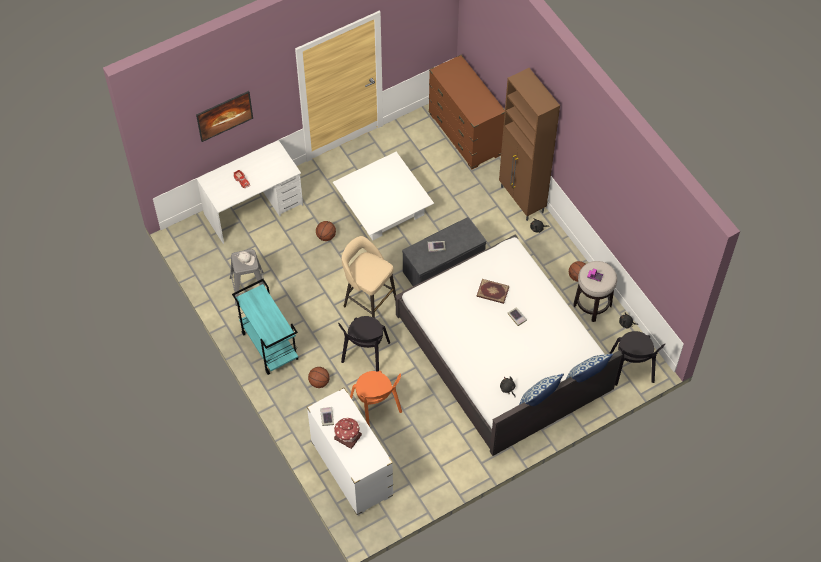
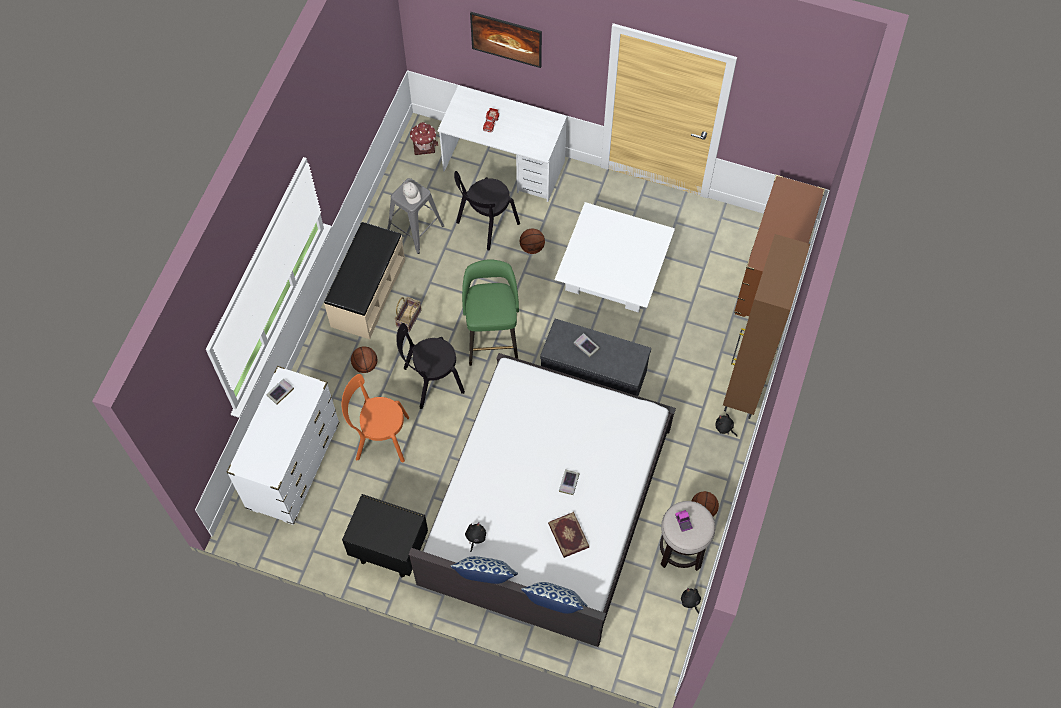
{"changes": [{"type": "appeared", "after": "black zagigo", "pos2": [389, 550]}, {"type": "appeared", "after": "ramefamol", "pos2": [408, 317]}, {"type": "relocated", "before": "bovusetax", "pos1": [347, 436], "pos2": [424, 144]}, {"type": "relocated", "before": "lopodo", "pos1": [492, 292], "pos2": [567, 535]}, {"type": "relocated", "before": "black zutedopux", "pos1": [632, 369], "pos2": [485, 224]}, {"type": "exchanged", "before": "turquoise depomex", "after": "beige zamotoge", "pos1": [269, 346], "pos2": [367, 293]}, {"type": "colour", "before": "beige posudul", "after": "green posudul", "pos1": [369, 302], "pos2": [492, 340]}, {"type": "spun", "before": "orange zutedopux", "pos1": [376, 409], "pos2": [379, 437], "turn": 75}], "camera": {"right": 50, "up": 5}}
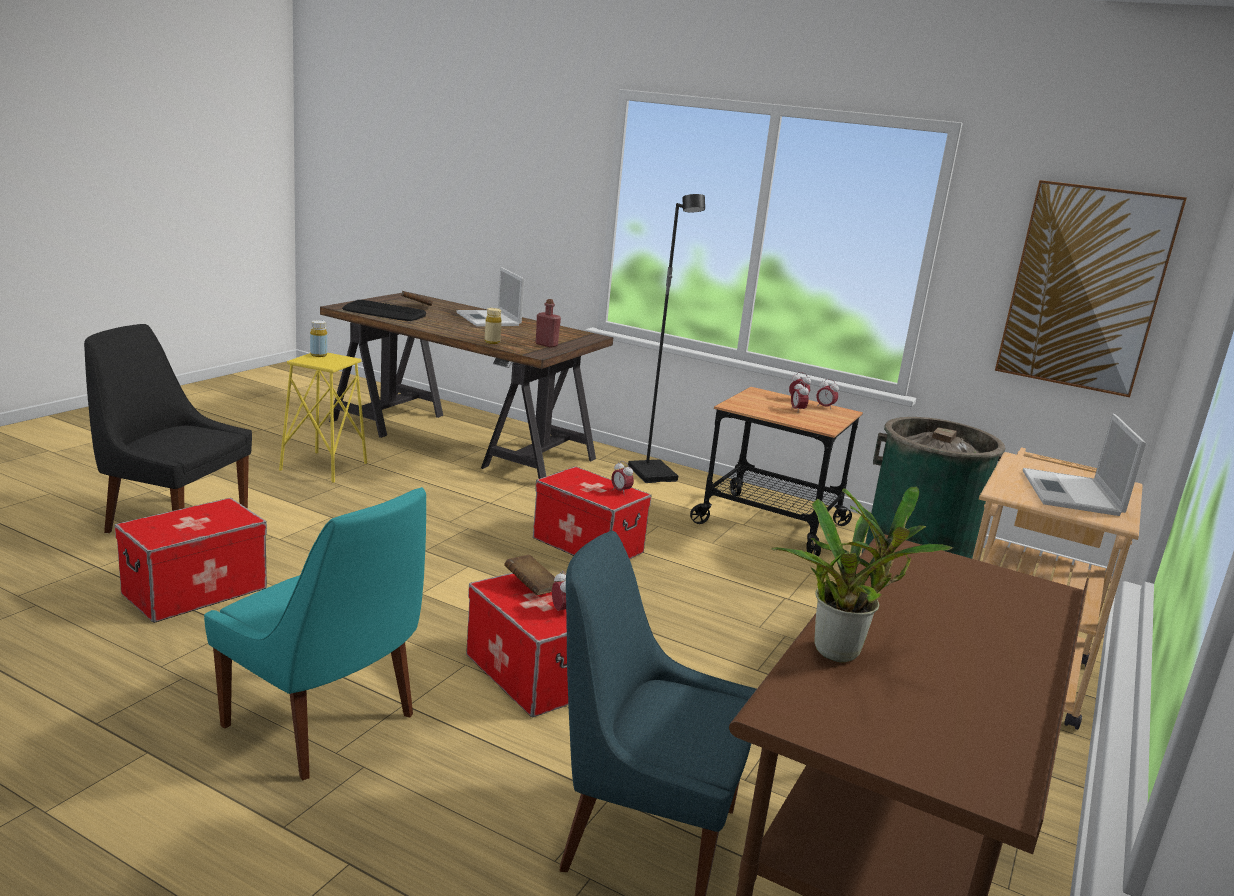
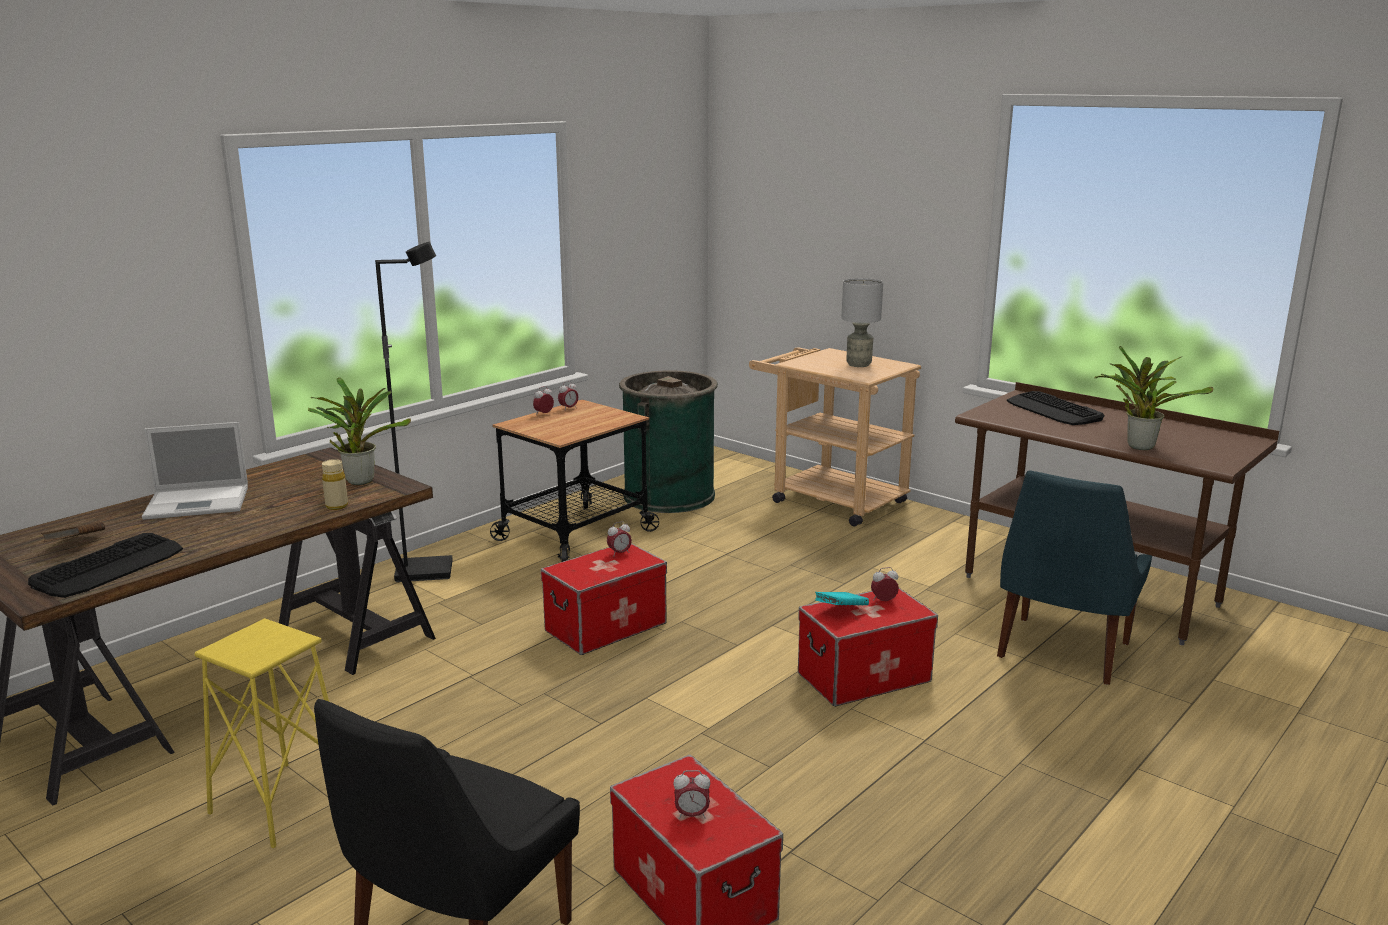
{"changes": [{"type": "missing", "before": "turquoise zutedopux", "pos1": [324, 724]}, {"type": "missing", "before": "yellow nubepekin", "pos1": [318, 355]}, {"type": "missing", "before": "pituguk", "pos1": [1085, 288]}, {"type": "appeared", "after": "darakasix", "pos2": [1053, 410]}, {"type": "relocated", "before": "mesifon", "pos1": [797, 410], "pos2": [691, 815]}, {"type": "exchanged", "before": "red nubepekin", "after": "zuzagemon", "pos1": [546, 345], "pos2": [360, 480]}, {"type": "exchanged", "before": "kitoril", "after": "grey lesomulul", "pos1": [1072, 494], "pos2": [859, 364]}, {"type": "colour", "before": "brown lopodo", "after": "turquoise lopodo", "pos1": [531, 587], "pos2": [841, 610]}], "camera": {"right": -75, "up": 0}}
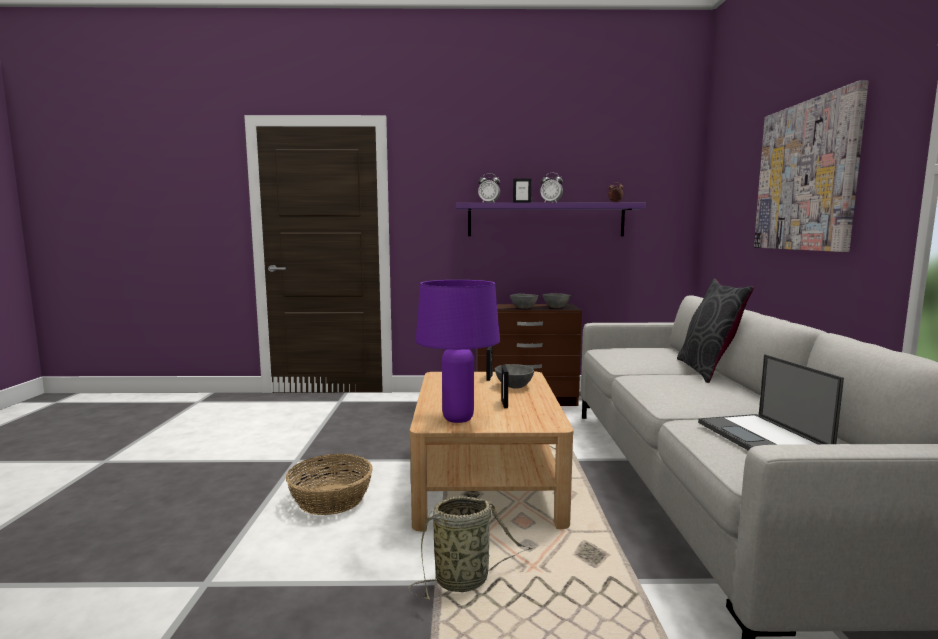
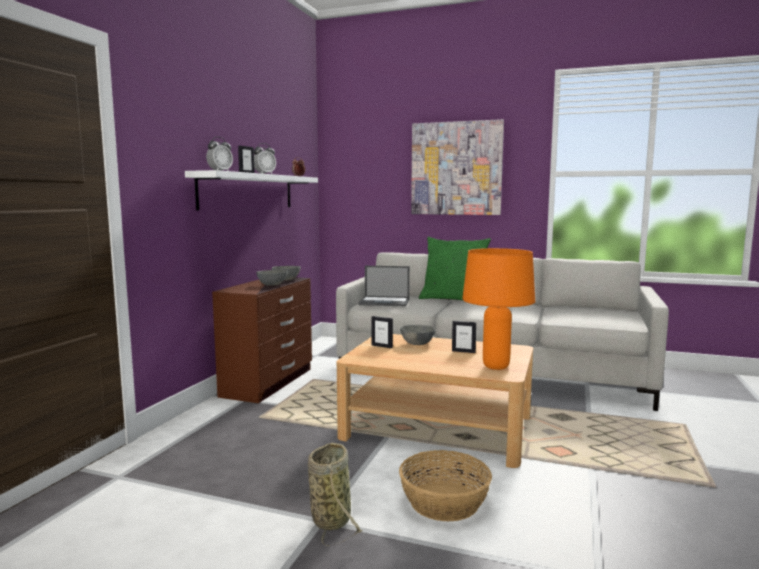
{"changes": [{"type": "relocated", "before": "ramefamol", "pos1": [465, 580], "pos2": [331, 518]}, {"type": "relocated", "before": "kitoril", "pos1": [763, 437], "pos2": [385, 302]}, {"type": "colour", "before": "purple lesomulul", "after": "orange lesomulul", "pos1": [457, 419], "pos2": [496, 367]}, {"type": "colour", "before": "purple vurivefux", "after": "white vurivefux", "pos1": [546, 220], "pos2": [248, 191]}, {"type": "colour", "before": "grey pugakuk", "after": "green pugakuk", "pos1": [707, 370], "pos2": [453, 299]}], "camera": {"right": -70, "up": 0}}
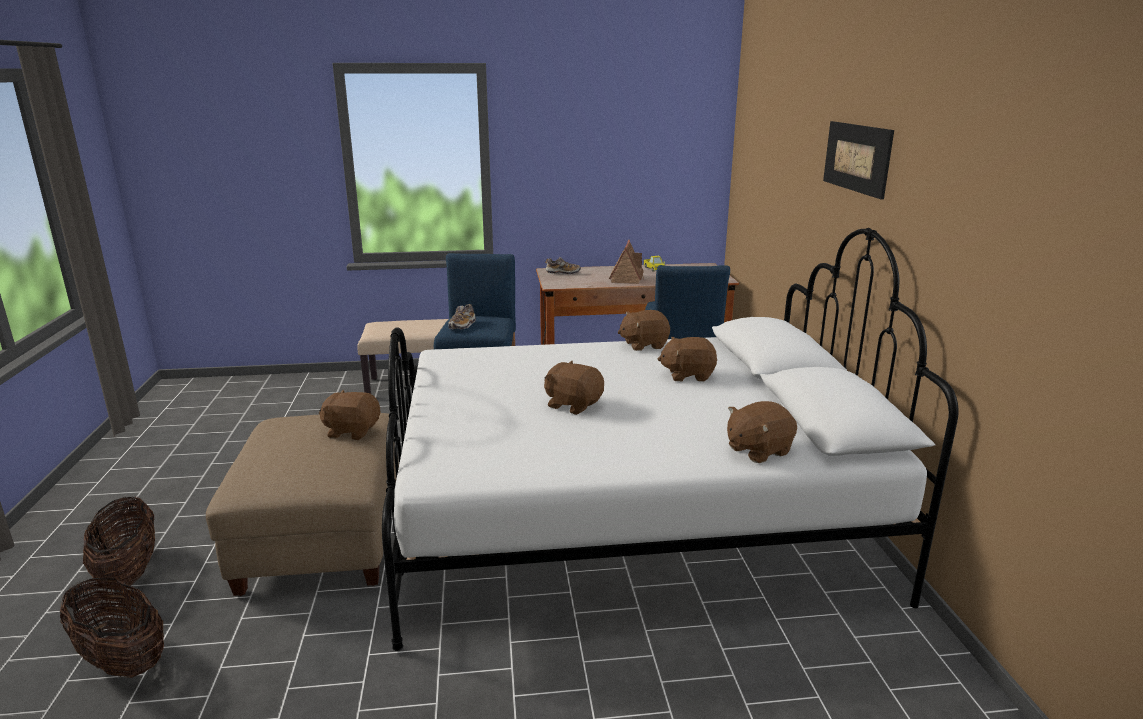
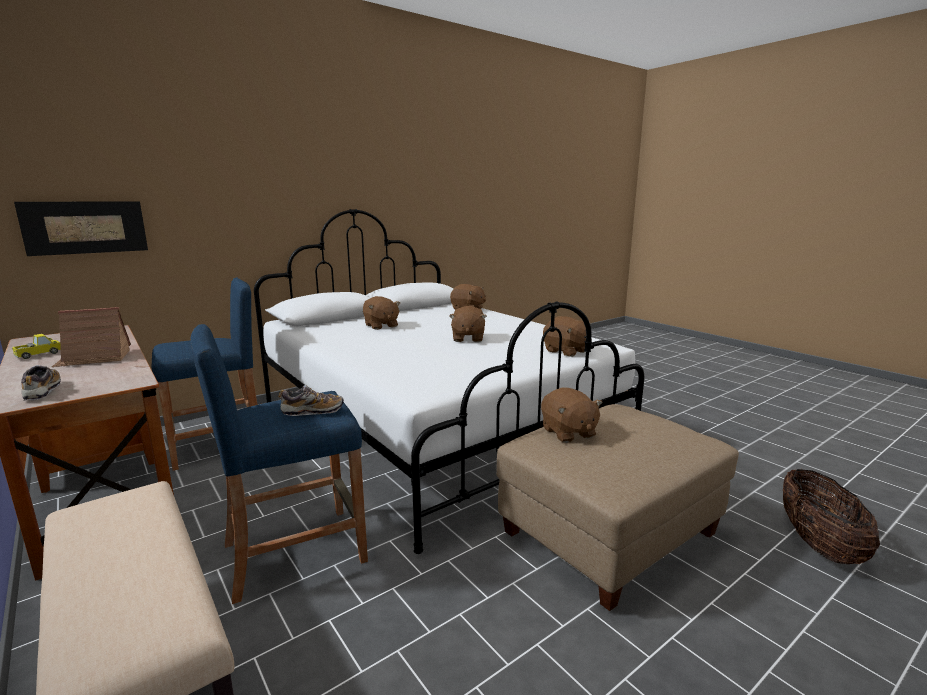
{"changes": [{"type": "missing", "before": "ramefamol", "pos1": [129, 571]}, {"type": "relocated", "before": "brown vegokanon", "pos1": [644, 345], "pos2": [566, 351]}, {"type": "relocated", "before": "pituguk", "pos1": [856, 157], "pos2": [85, 227]}], "camera": {"right": -120, "up": -5}}
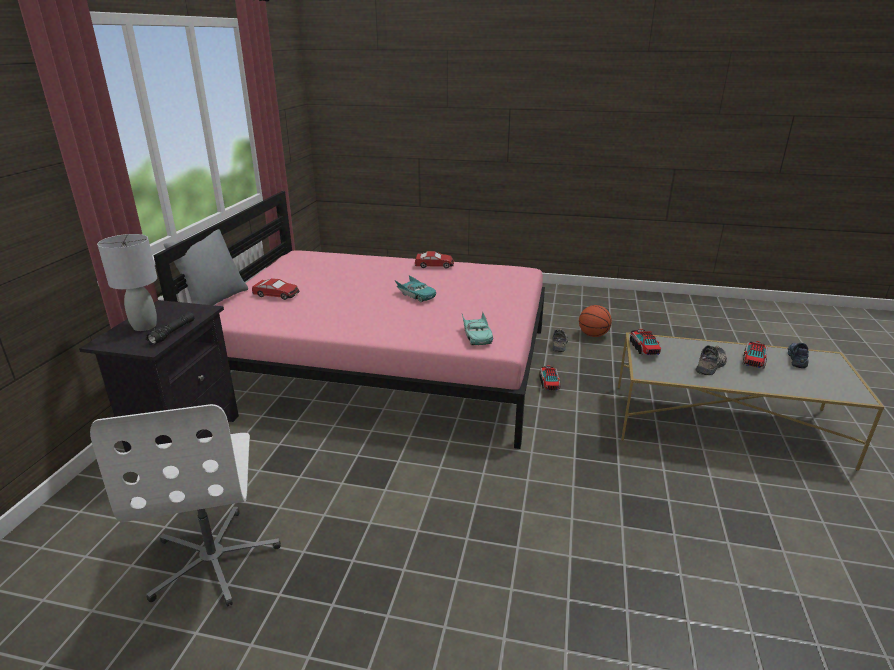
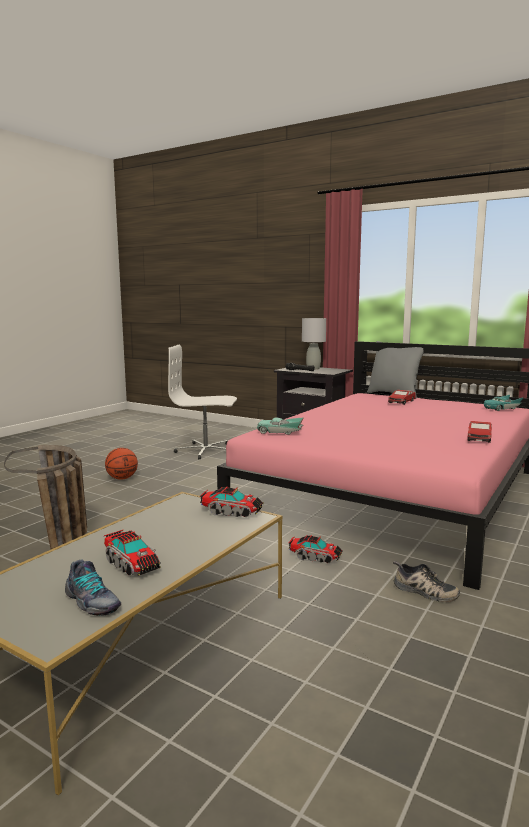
{"changes": [{"type": "missing", "before": "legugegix", "pos1": [711, 365]}, {"type": "appeared", "after": "ramefamol", "pos2": [61, 544]}, {"type": "relocated", "before": "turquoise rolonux", "pos1": [416, 295], "pos2": [502, 408]}, {"type": "relocated", "before": "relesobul", "pos1": [593, 335], "pos2": [122, 478]}], "camera": {"right": 110, "up": -15}}
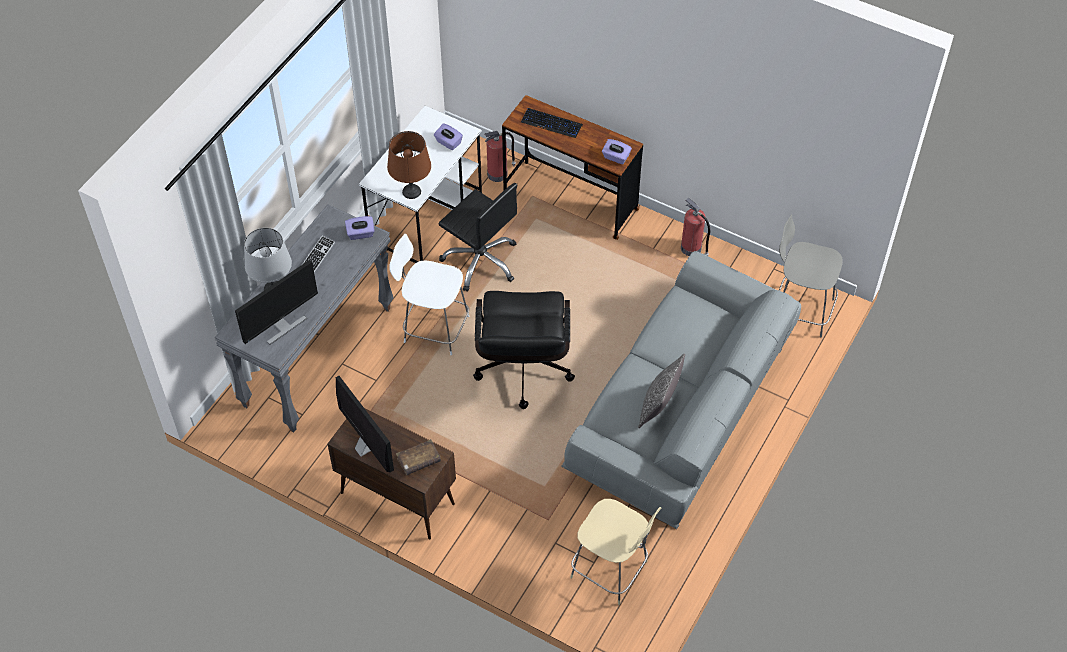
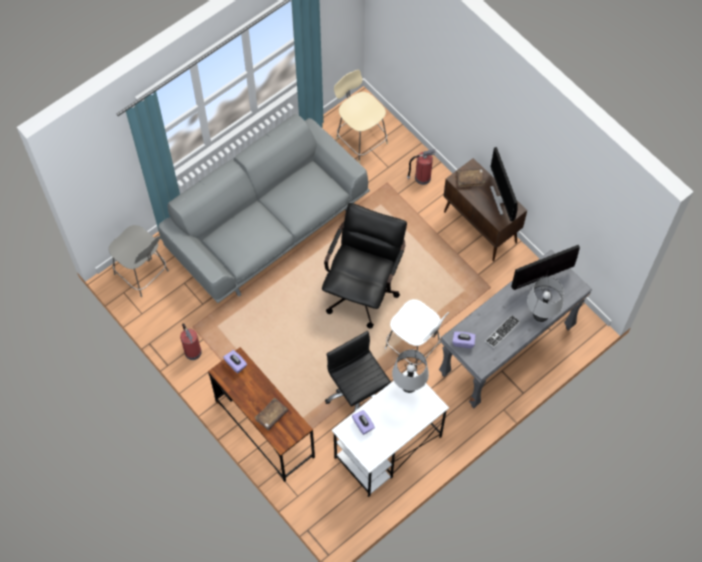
{"changes": [{"type": "missing", "before": "pugakuk", "pos1": [658, 406]}, {"type": "relocated", "before": "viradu", "pos1": [498, 174], "pos2": [421, 178]}, {"type": "exchanged", "before": "darakasix", "after": "brown lopodo", "pos1": [551, 124], "pos2": [271, 416]}, {"type": "colour", "before": "brown lesomulul", "after": "grey lesomulul", "pos1": [411, 192], "pos2": [409, 385]}], "camera": {"right": -160, "up": 10}}
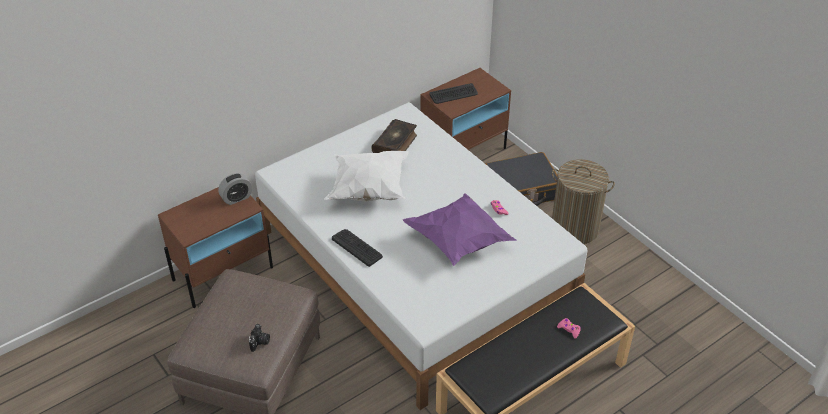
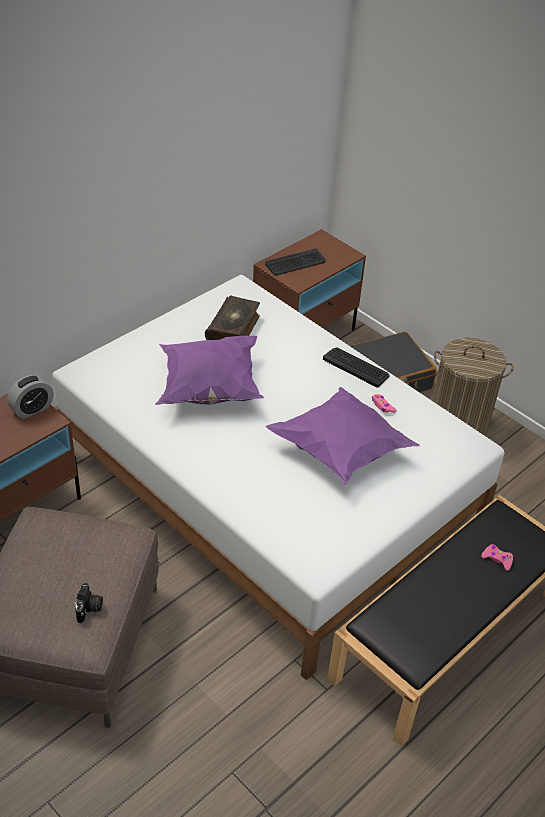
{"changes": [{"type": "relocated", "before": "darakasix", "pos1": [357, 247], "pos2": [356, 367]}, {"type": "colour", "before": "white pugakuk", "after": "purple pugakuk", "pos1": [368, 190], "pos2": [208, 389]}], "camera": {"right": -10, "up": 0}}
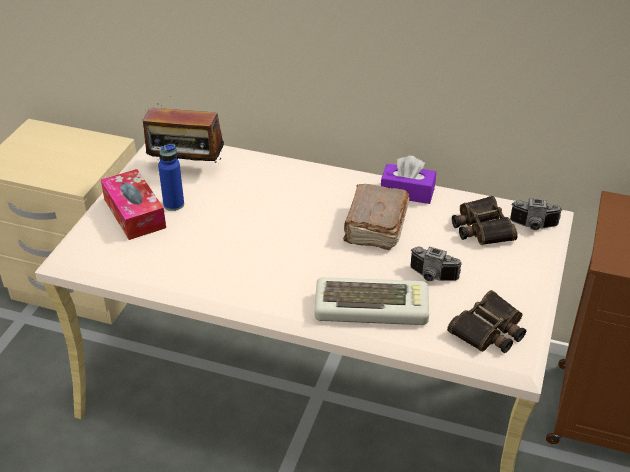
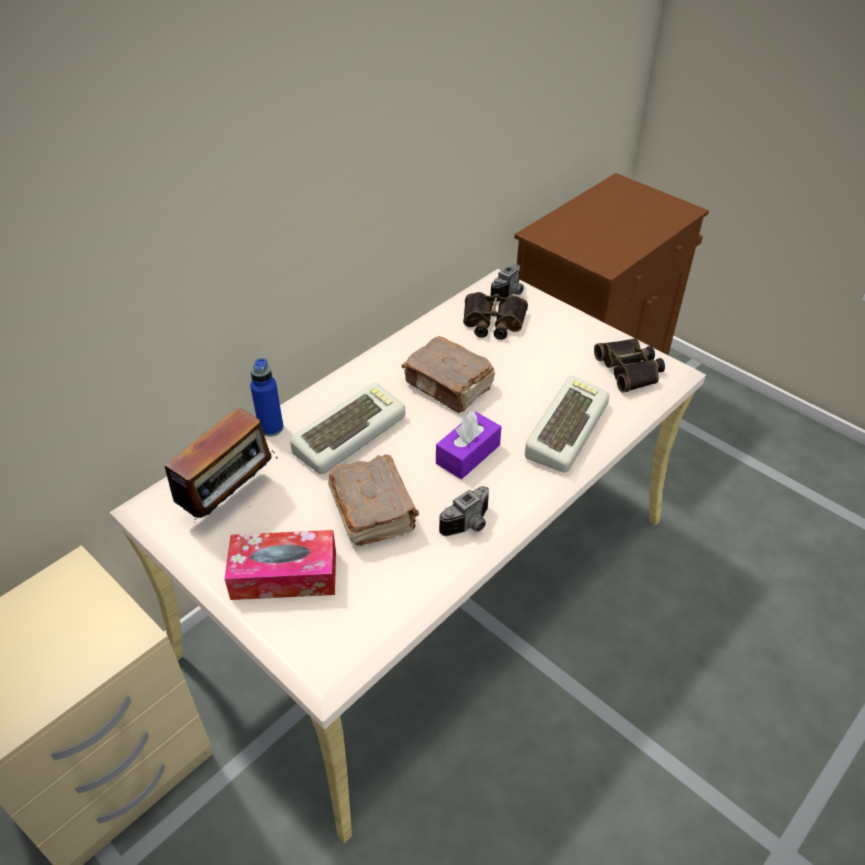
{"changes": [{"type": "appeared", "after": "darakasix", "pos2": [349, 433]}, {"type": "appeared", "after": "brown lopodo", "pos2": [373, 510]}, {"type": "relocated", "before": "blue nubepekin", "pos1": [173, 204], "pos2": [271, 428]}, {"type": "relocated", "before": "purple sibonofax", "pos1": [407, 192], "pos2": [468, 454]}, {"type": "relocated", "before": "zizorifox", "pos1": [431, 277], "pos2": [470, 525]}], "camera": {"right": -65, "up": 5}}
